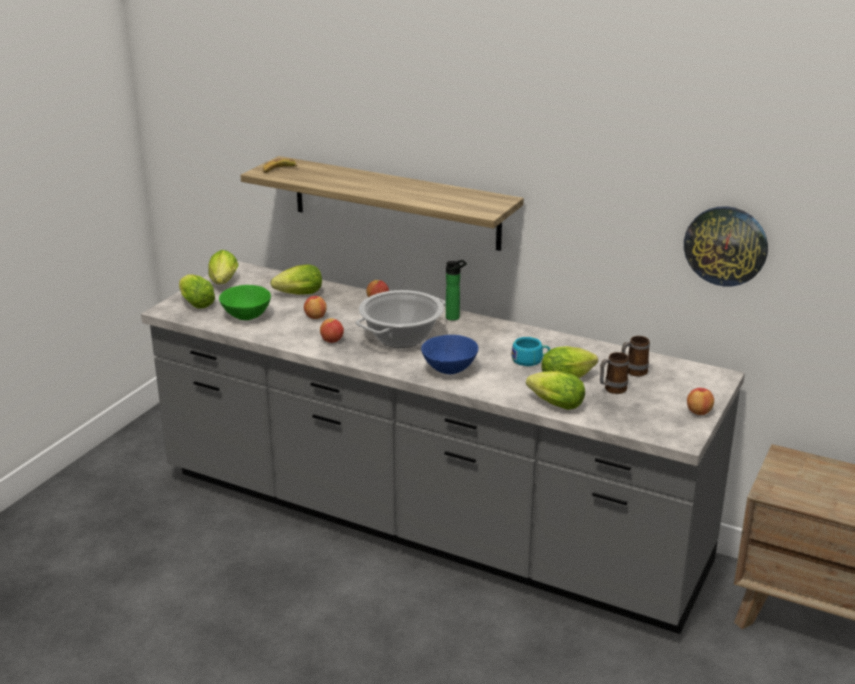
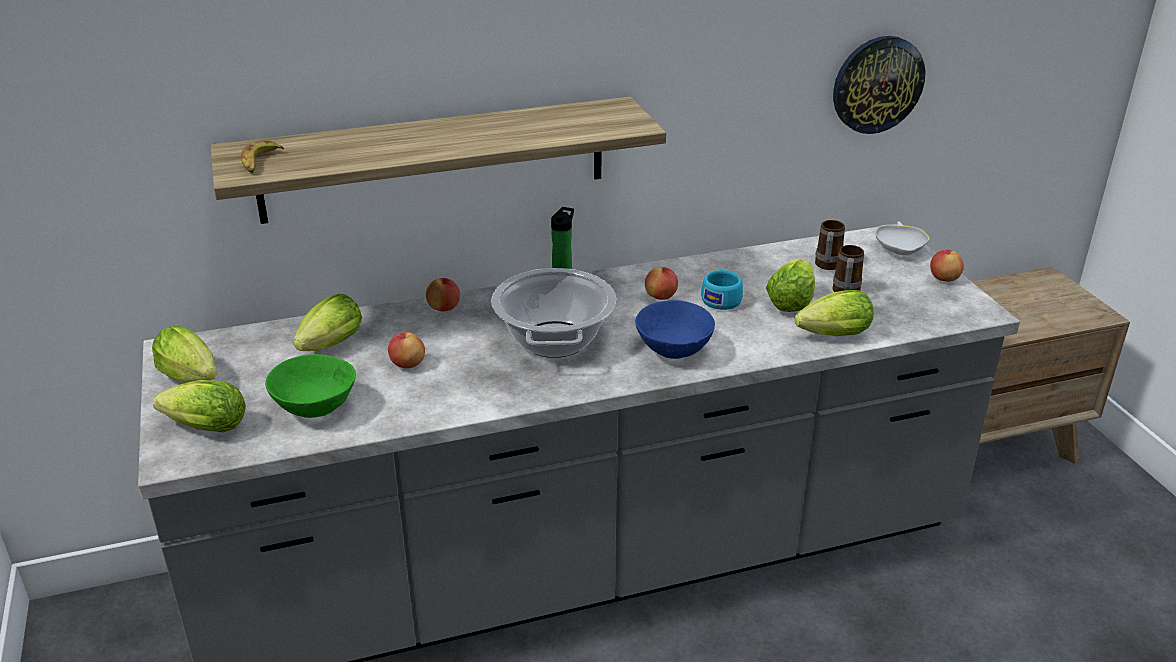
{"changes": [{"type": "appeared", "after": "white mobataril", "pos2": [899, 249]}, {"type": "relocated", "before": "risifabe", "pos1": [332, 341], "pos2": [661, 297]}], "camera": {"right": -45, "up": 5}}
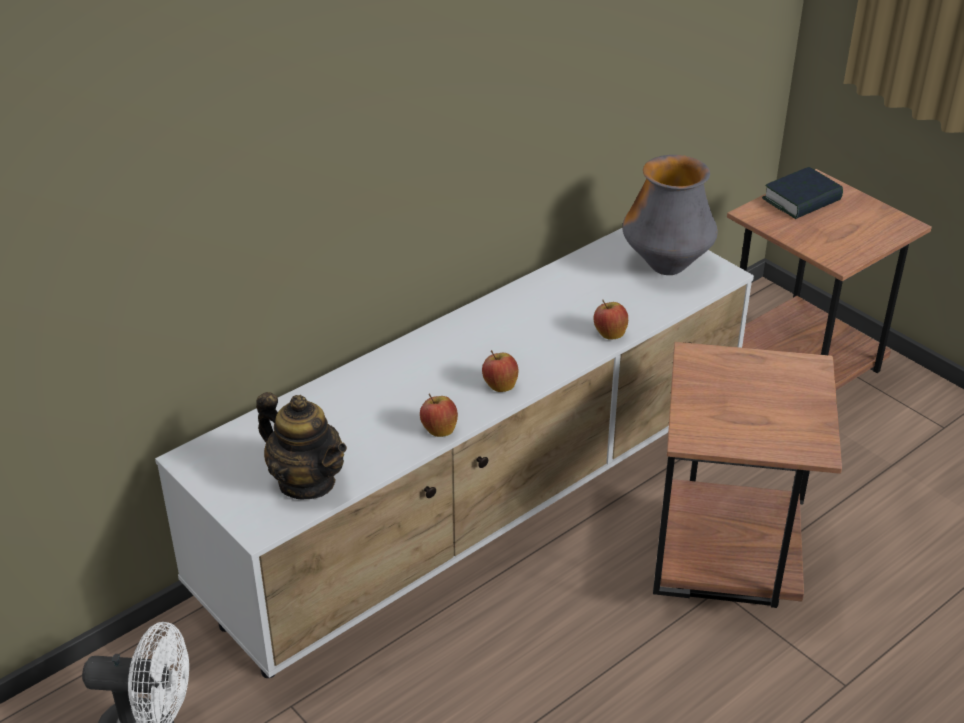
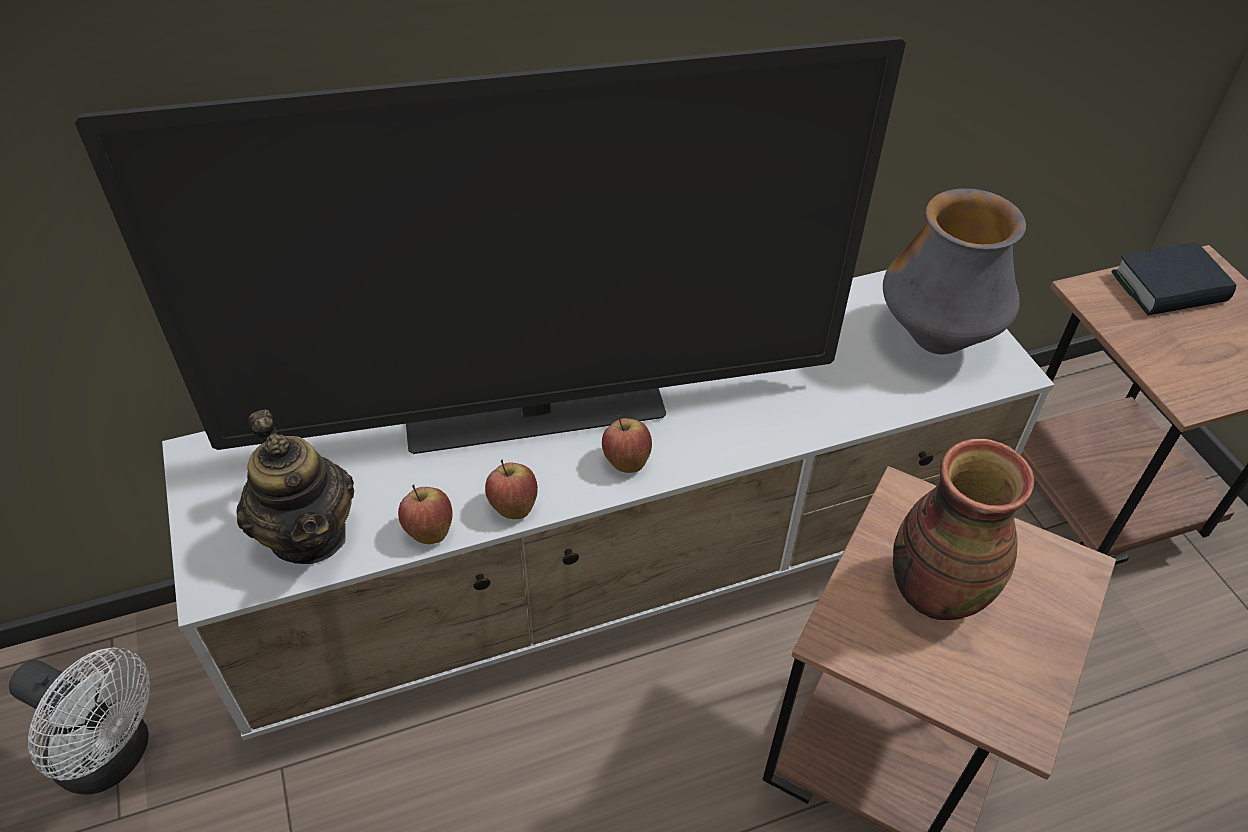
{"changes": [{"type": "appeared", "after": "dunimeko", "pos2": [536, 418]}, {"type": "appeared", "after": "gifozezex", "pos2": [934, 589]}, {"type": "relocated", "before": "risifabe", "pos1": [609, 334], "pos2": [429, 531]}], "camera": {"right": 20, "up": 10}}
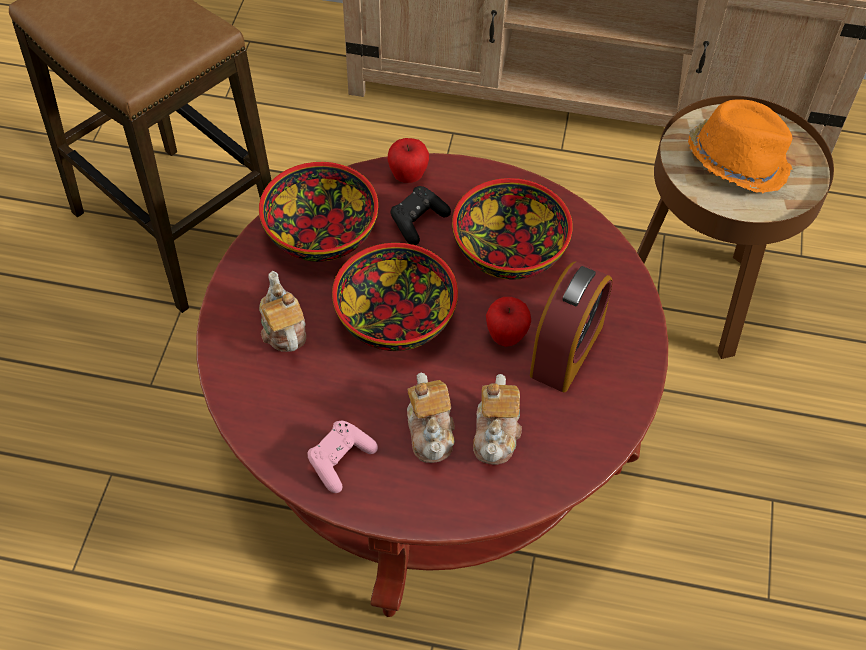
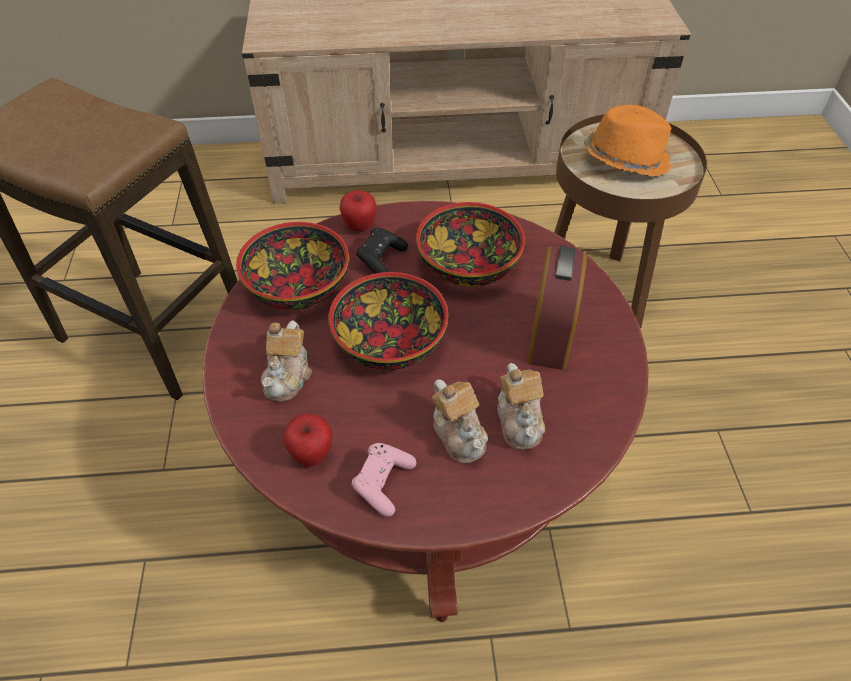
{"changes": [{"type": "relocated", "before": "risifabe", "pos1": [506, 336], "pos2": [312, 455]}, {"type": "spun", "before": "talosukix", "pos1": [283, 329], "pos2": [288, 376], "turn": -135}], "camera": {"right": -15, "up": -5}}
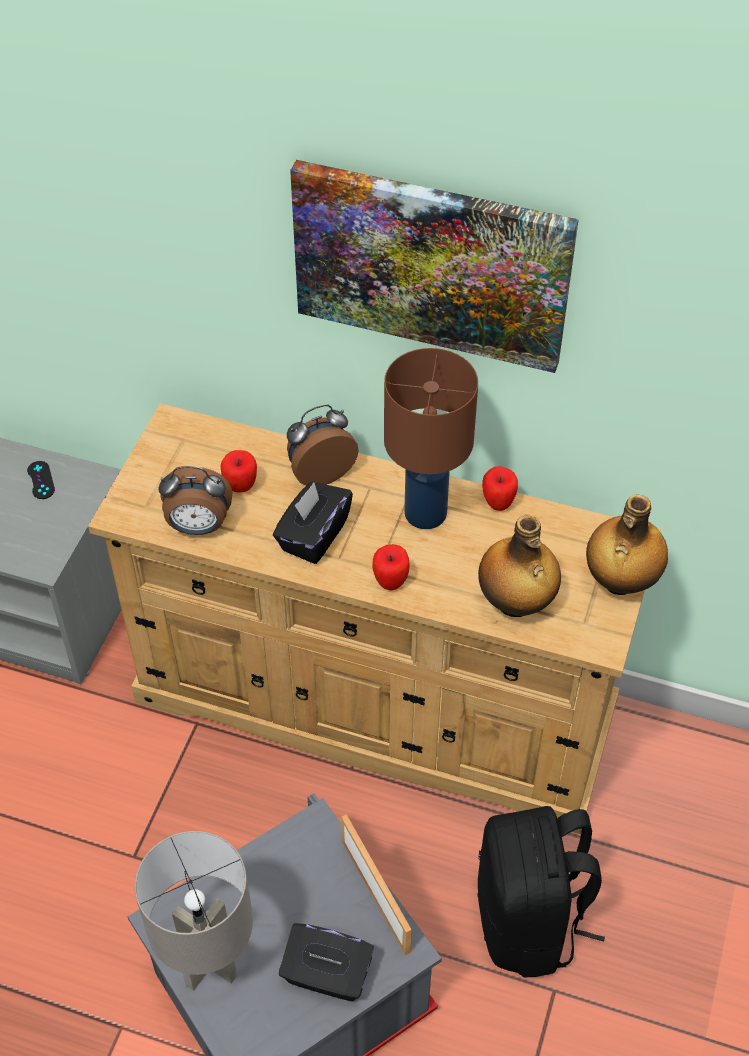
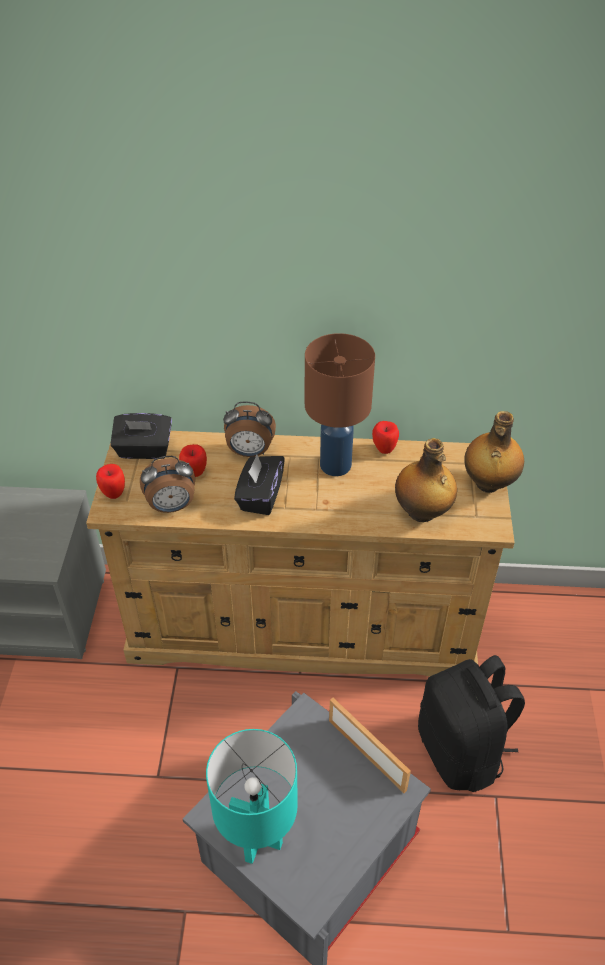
{"changes": [{"type": "missing", "before": "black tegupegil", "pos1": [41, 480]}, {"type": "missing", "before": "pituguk", "pos1": [431, 264]}, {"type": "relocated", "before": "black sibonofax", "pos1": [326, 975], "pos2": [144, 450]}, {"type": "relocated", "before": "risifabe", "pos1": [390, 582], "pos2": [113, 493]}, {"type": "colour", "before": "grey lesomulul", "after": "turquoise lesomulul", "pos1": [210, 962], "pos2": [258, 838]}, {"type": "spun", "before": "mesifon", "pos1": [320, 472], "pos2": [250, 452], "turn": -135}], "camera": {"right": -15, "up": -5}}
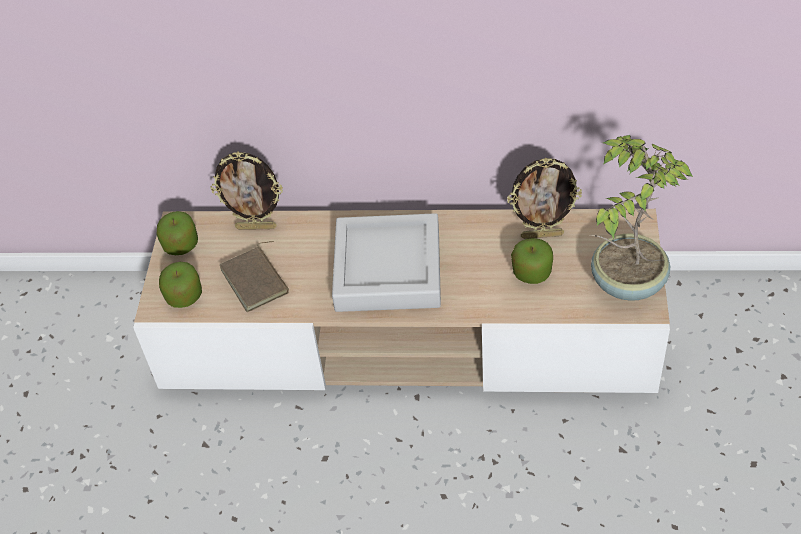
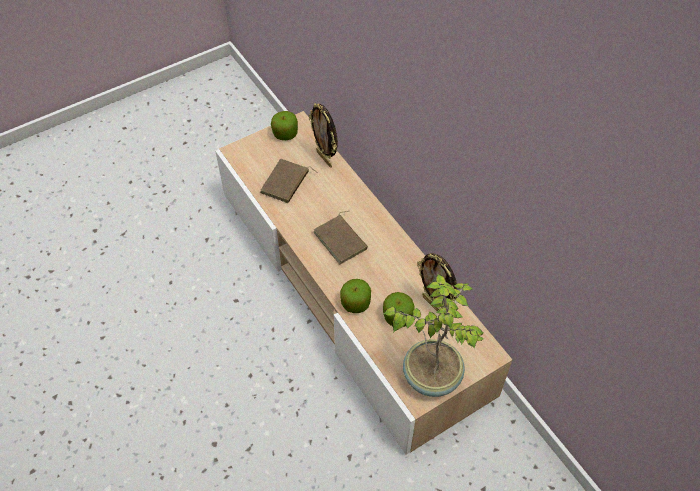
{"changes": [{"type": "relocated", "before": "risifabe", "pos1": [184, 296], "pos2": [355, 303]}, {"type": "exchanged", "before": "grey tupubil", "after": "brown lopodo", "pos1": [388, 270], "pos2": [342, 240]}], "camera": {"right": 50, "up": 5}}
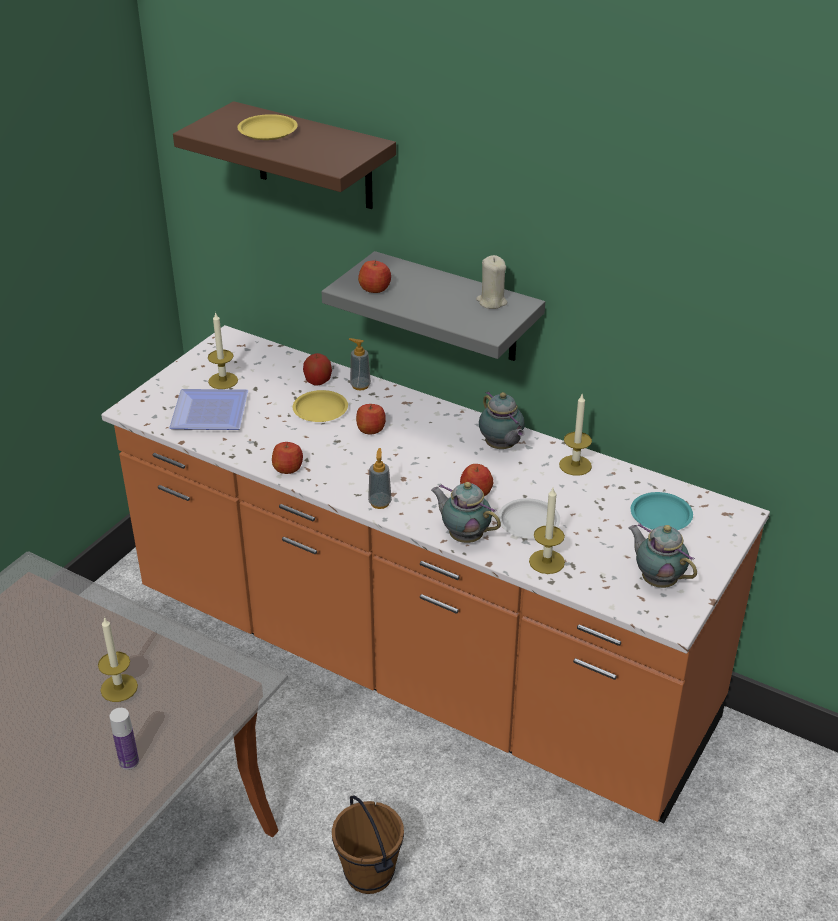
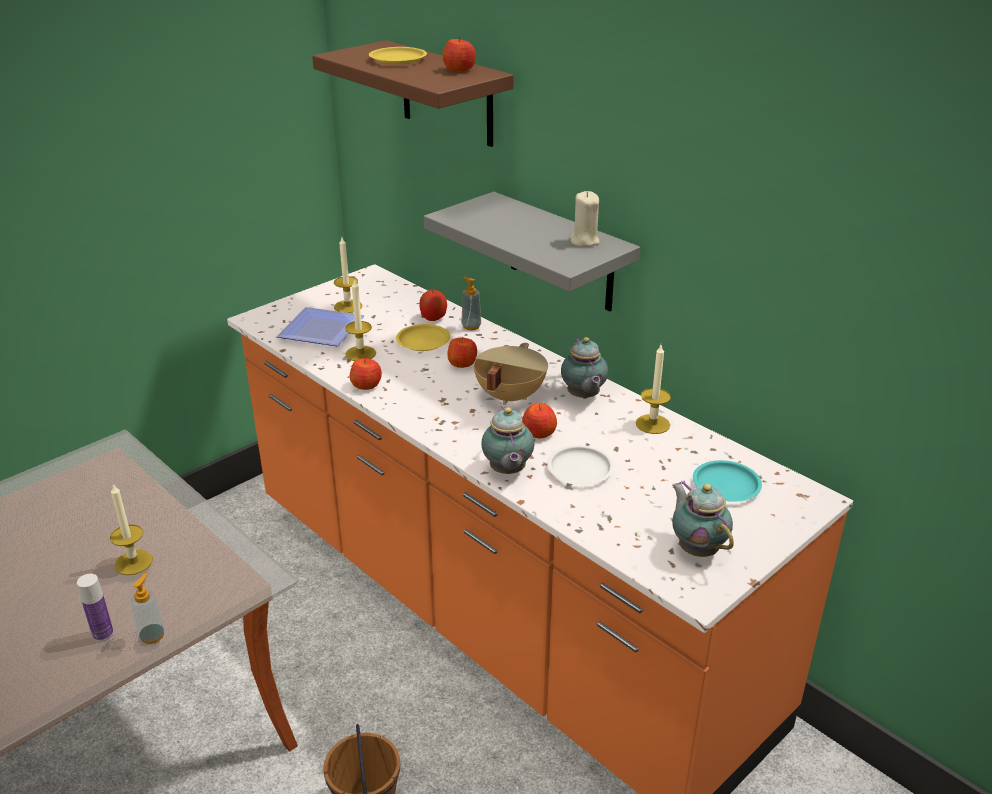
{"changes": [{"type": "appeared", "after": "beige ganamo", "pos2": [508, 396]}, {"type": "relocated", "before": "risifabe", "pos1": [375, 289], "pos2": [459, 70]}, {"type": "relocated", "before": "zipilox", "pos1": [380, 503], "pos2": [152, 635]}, {"type": "relocated", "before": "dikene", "pos1": [546, 562], "pos2": [360, 353]}, {"type": "spun", "before": "talosukix", "pos1": [464, 536], "pos2": [507, 471], "turn": -150}], "camera": {"right": 15, "up": -5}}
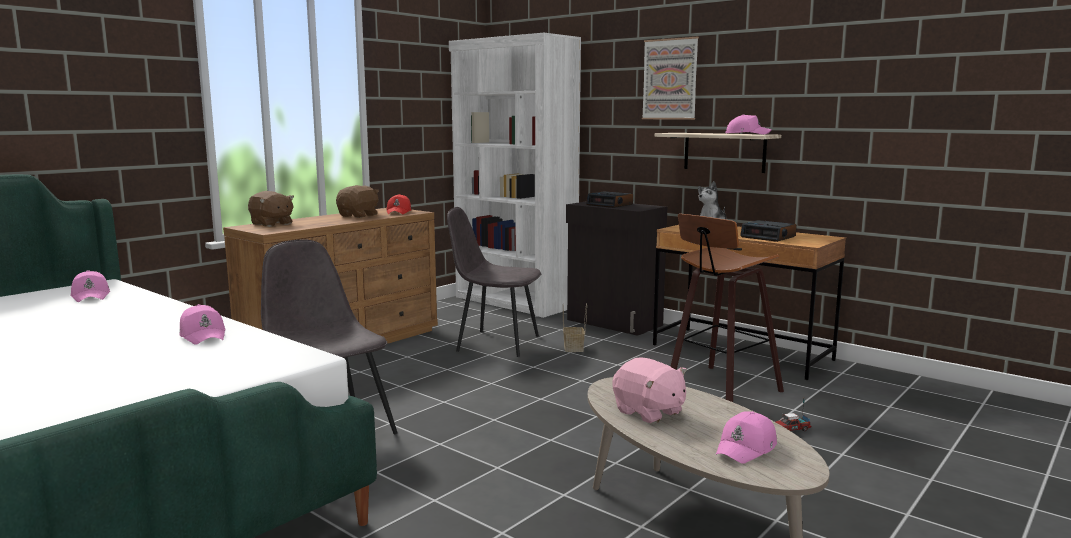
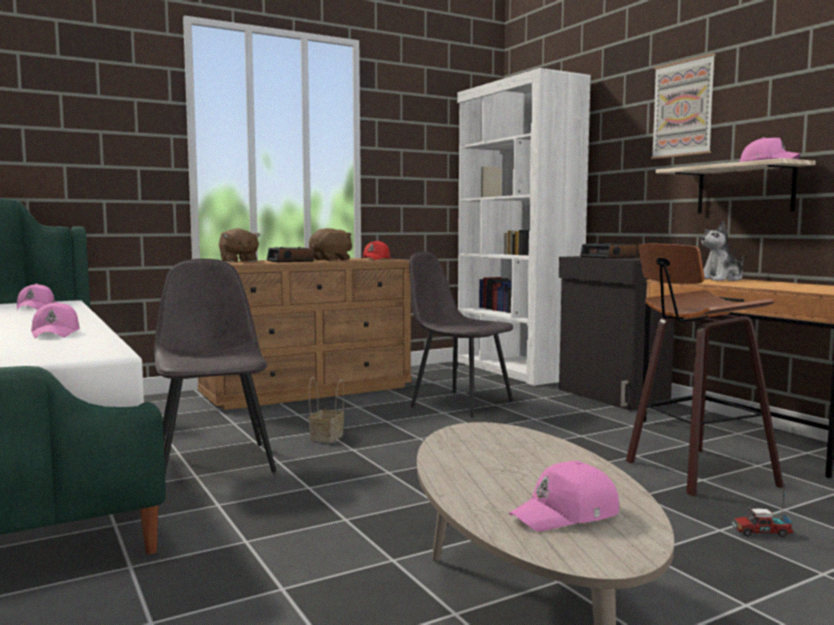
{"changes": [{"type": "missing", "before": "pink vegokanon", "pos1": [648, 412]}, {"type": "relocated", "before": "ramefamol", "pos1": [574, 348], "pos2": [327, 438]}, {"type": "relocated", "before": "mesifon", "pos1": [768, 237], "pos2": [291, 261]}], "camera": {"right": 20, "up": -5}}
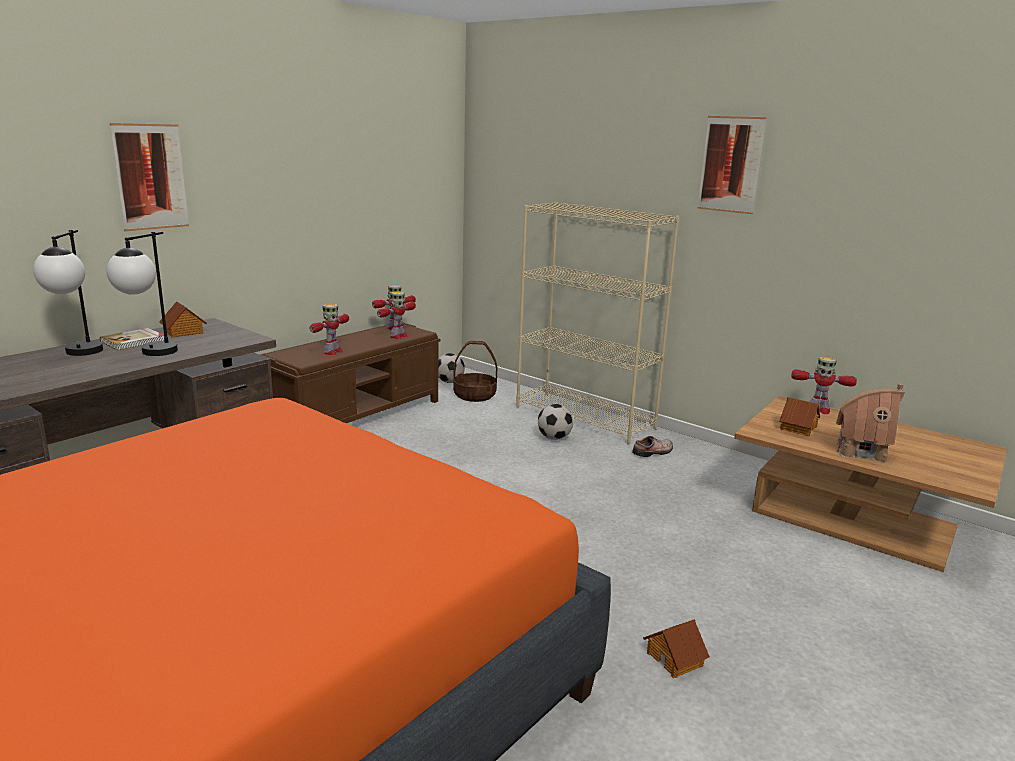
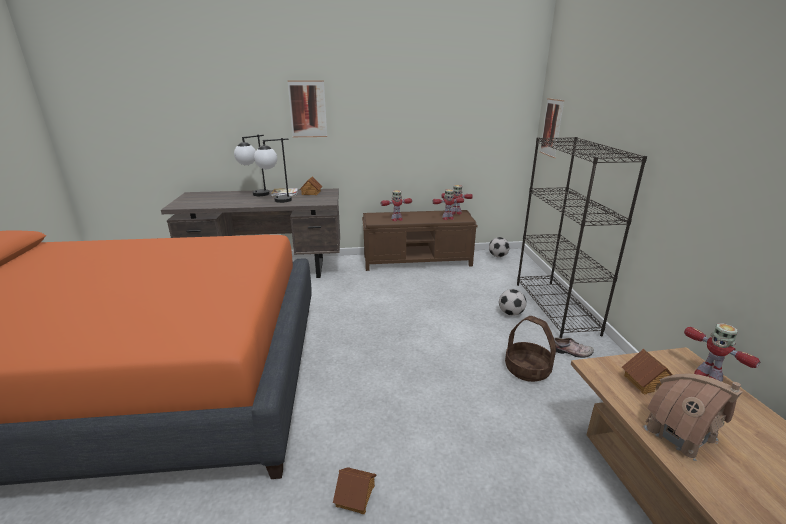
{"changes": [{"type": "relocated", "before": "ramefamol", "pos1": [475, 395], "pos2": [527, 369]}, {"type": "relocated", "before": "pituguk", "pos1": [730, 164], "pos2": [551, 127]}, {"type": "colour", "before": "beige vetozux", "after": "black vetozux", "pos1": [585, 417], "pos2": [555, 308]}], "camera": {"right": 45, "up": 5}}
